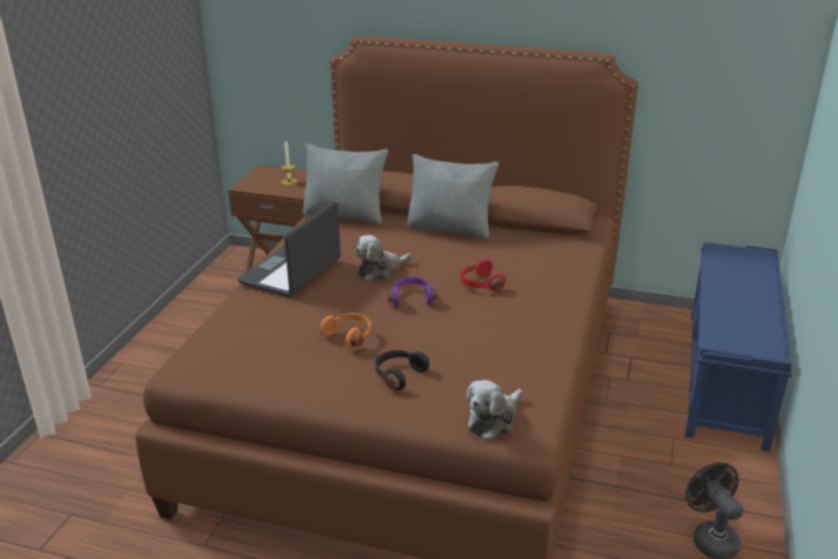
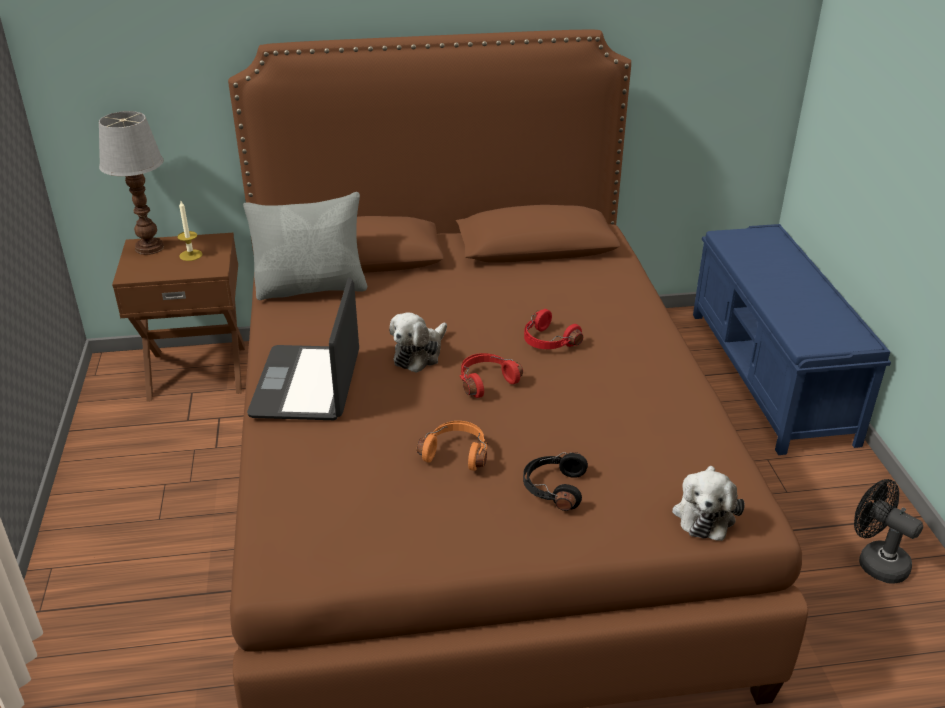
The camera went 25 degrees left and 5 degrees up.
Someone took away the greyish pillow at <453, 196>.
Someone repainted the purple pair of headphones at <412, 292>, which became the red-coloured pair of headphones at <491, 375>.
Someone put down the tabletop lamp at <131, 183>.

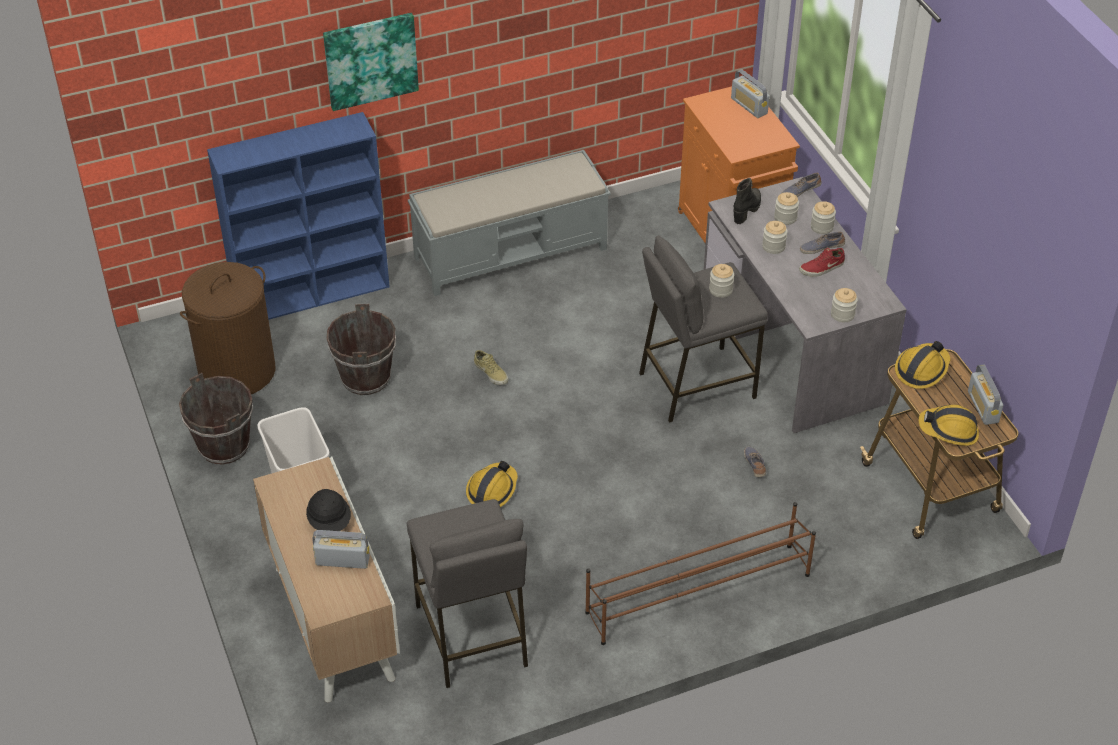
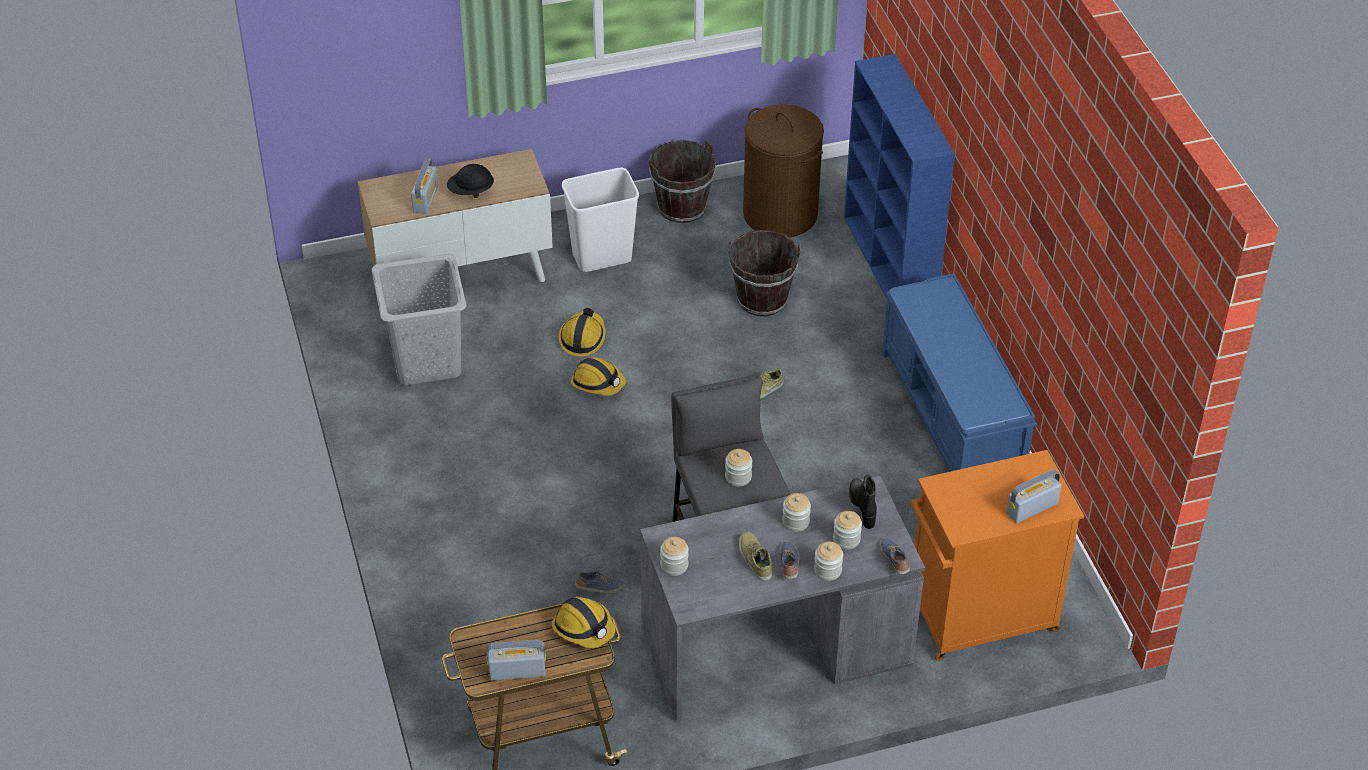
The camera went 95 degrees right and 0 degrees up.
Someone took away the wall art at <371, 62>.
Someone repainted the greyish bench at <509, 223>, which became the blue-coloured bench at <959, 372>.
Someone rotated the black-coloured high-top boot at <747, 201> by 135 degrees counterclockwise.
Someone repainted the red-coloured item of footwear at <822, 262>, which became the sand-coloured item of footwear at <755, 556>.
Someone carried the hard hat from <949, 425> to <582, 332>.
Someone swapped the greyish stool at <467, 593> for the greyish washing basket at <418, 319>.
Someone took away the brown-coloured shoe shelf at <700, 573>.

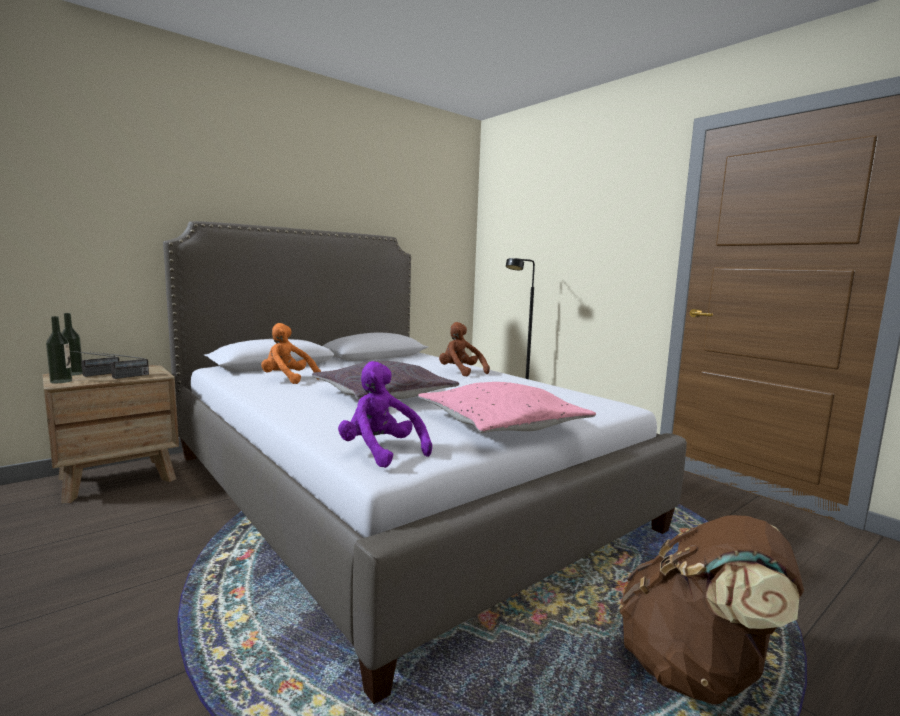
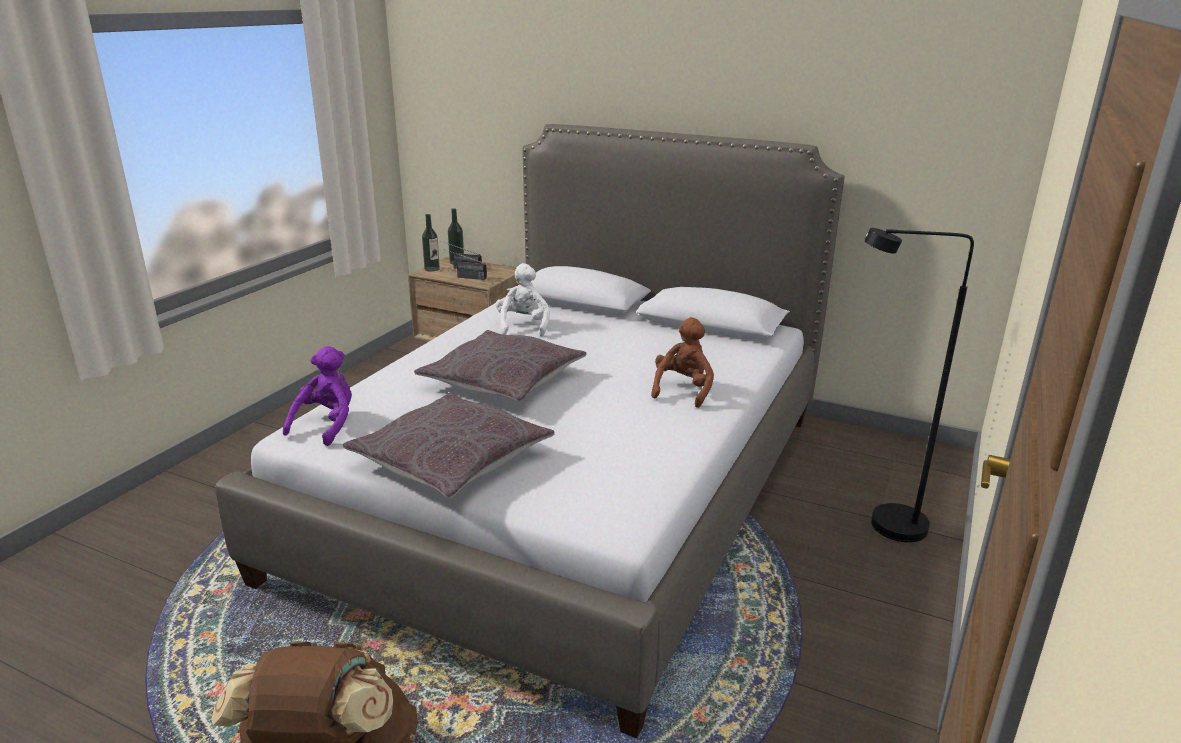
The camera went 65 degrees right and 15 degrees up.
Someone repainted the orange plush toy at <291, 353>, which became the white plush toy at <523, 299>.
Someone repainted the pink-coloured pillow at <507, 407>, which became the greyish pillow at <449, 445>.

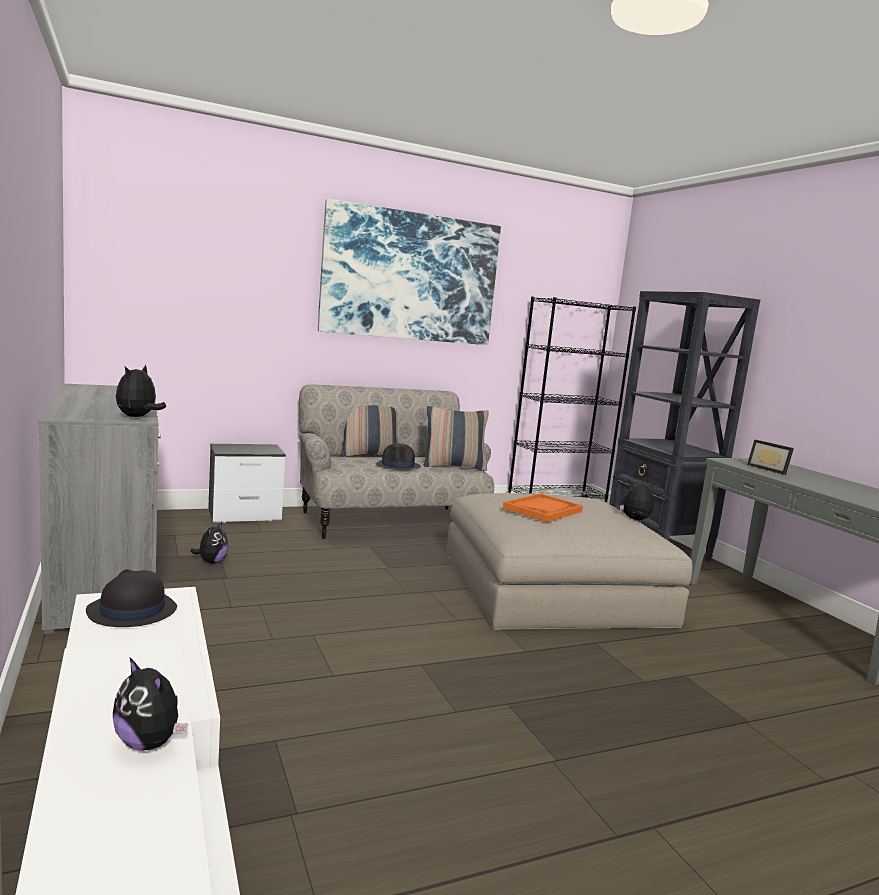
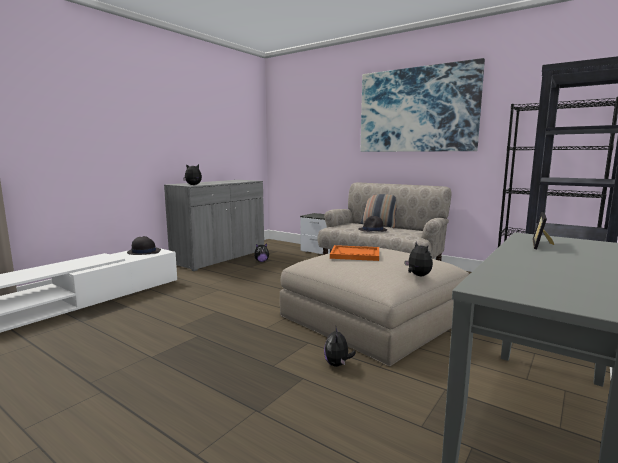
The camera went 60 degrees right and 0 degrees up.
Someone took away the pillow at <456, 438>.
Someone carried the plush toy from <150, 704> to <340, 346>.

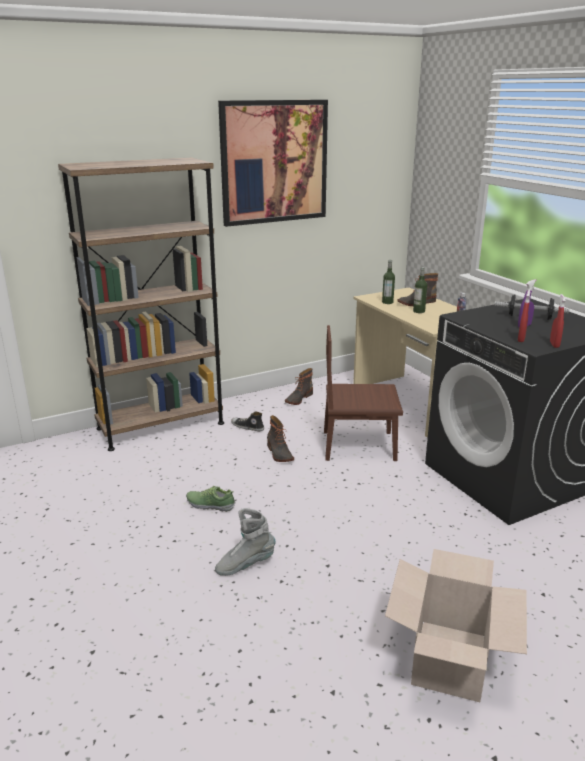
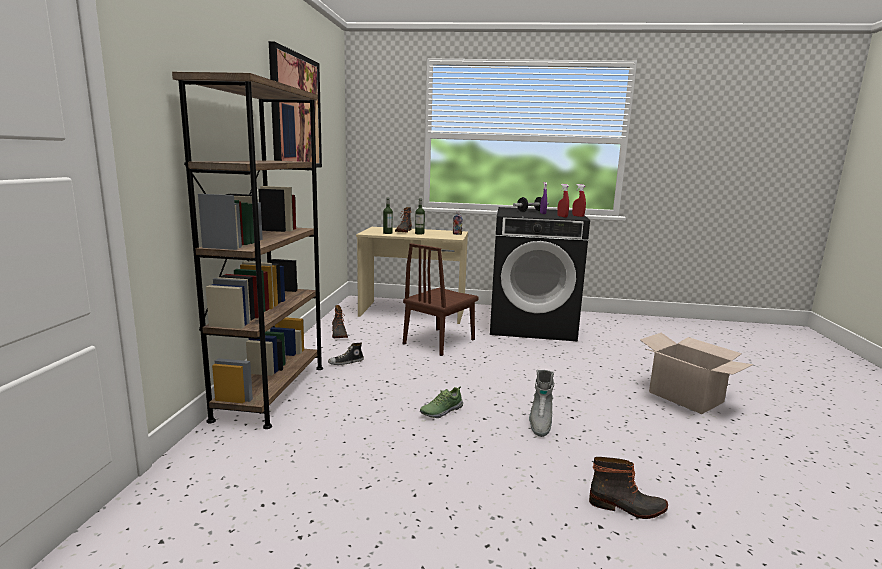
The camera went 55 degrees left and 10 degrees down.
Someone carried the high-top boot from <280, 438> to <628, 488>.

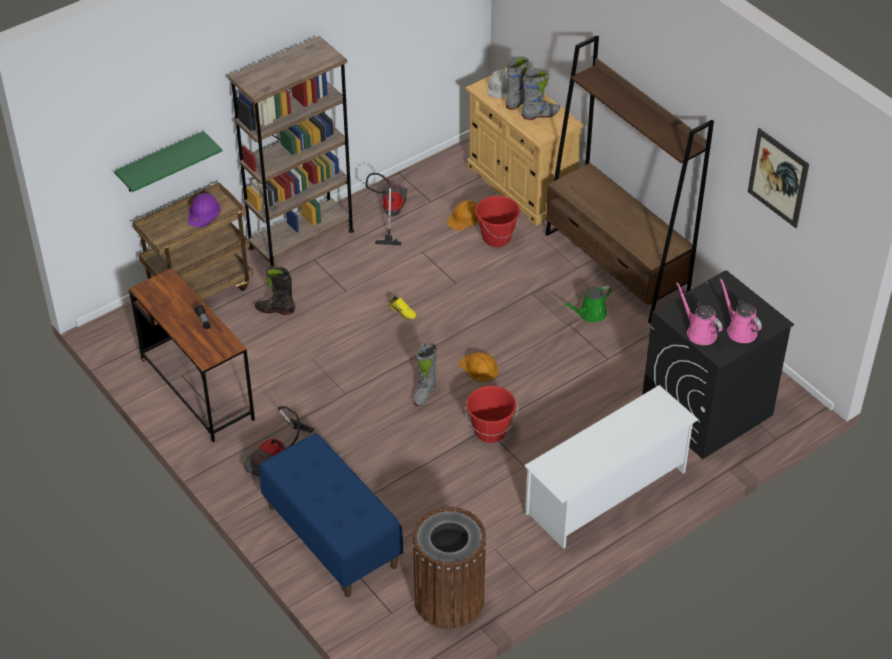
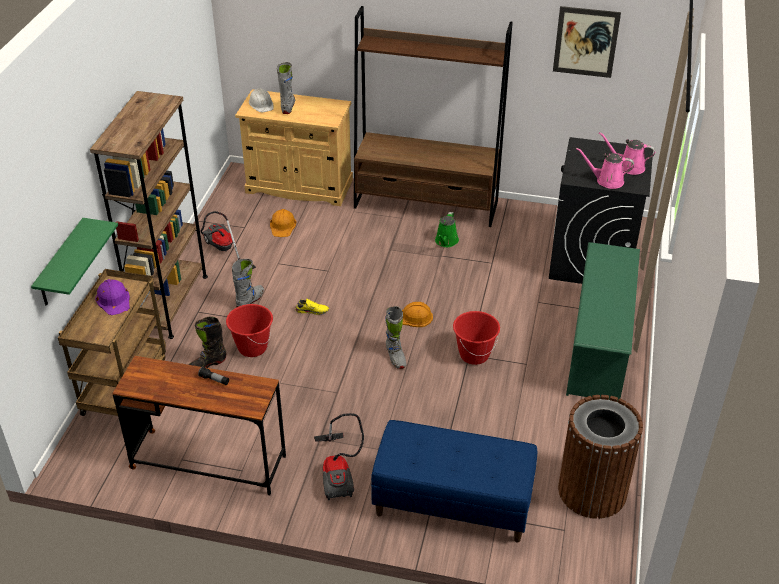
The camera went 40 degrees left and 5 degrees down.
Someone carried the greyish high-top boot from <540, 94> to <248, 283>.
Someone carried the red-coloured bucket from <497, 221> to <249, 330>.
Someone repainted the white shoe shelf at <611, 467>, which became the green shoe shelf at <603, 322>.

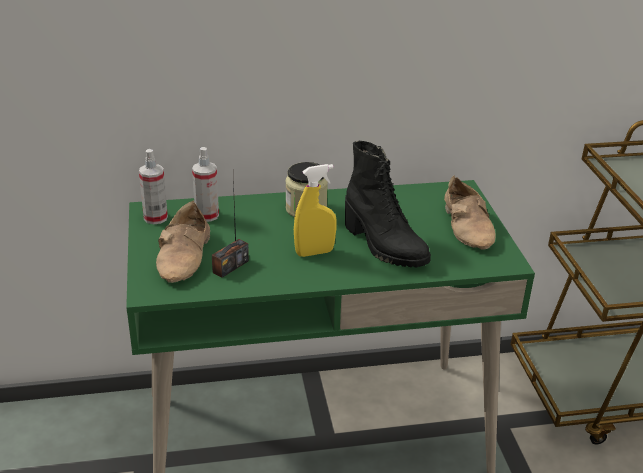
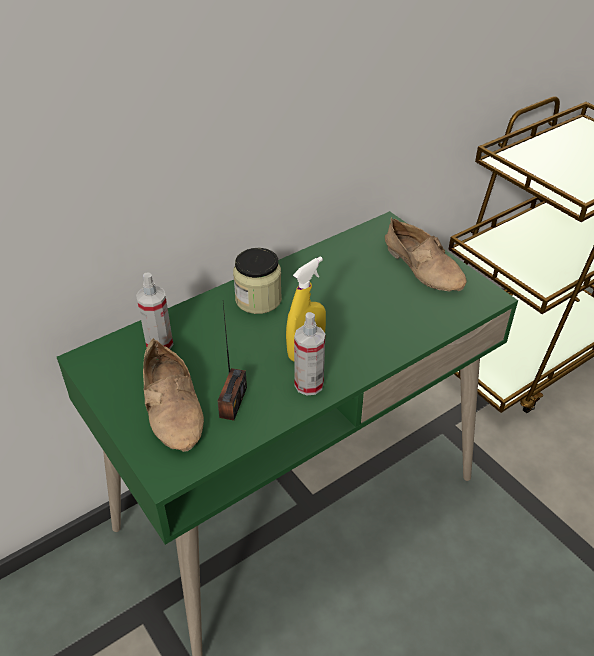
The camera went 25 degrees left and 10 degrees up.
Someone took away the black-coloured high-top boot at <388, 204>.
Someone carried the hand sprayer from <153, 186> to <309, 354>.

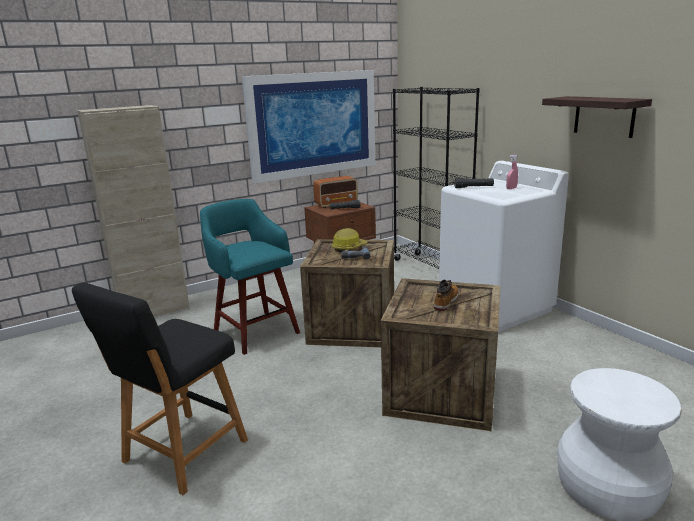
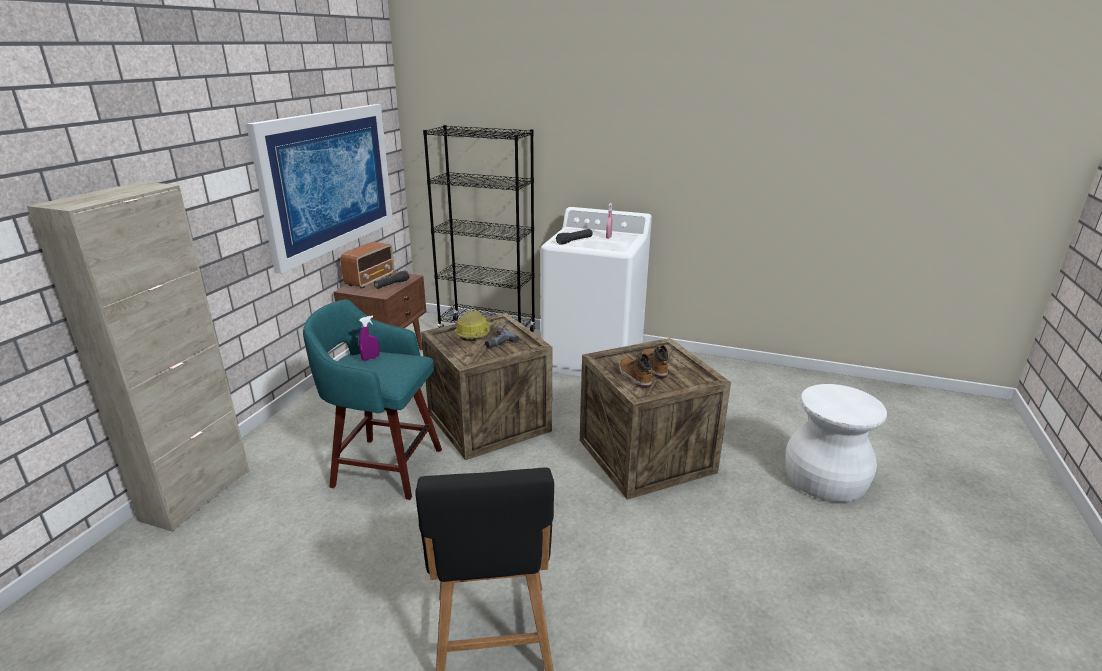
The camera went 40 degrees left and 5 degrees up.
Someone took away the wall shelf at <597, 117>.
Someone put down the purple hand sprayer at <369, 338>.
Someone put down the high-top boot at <635, 371>.

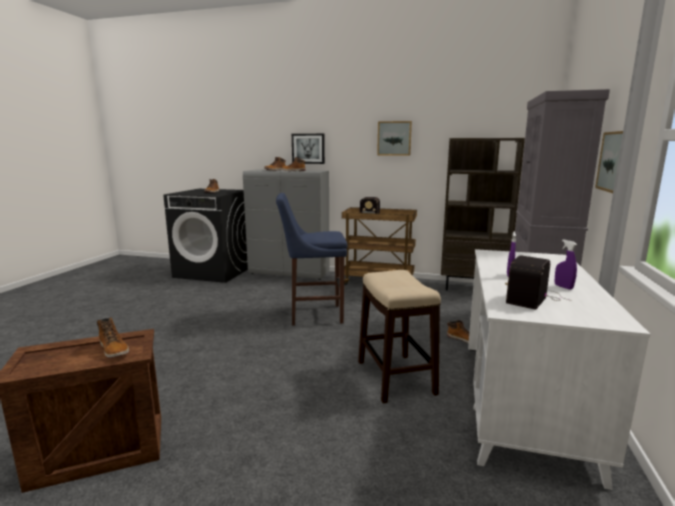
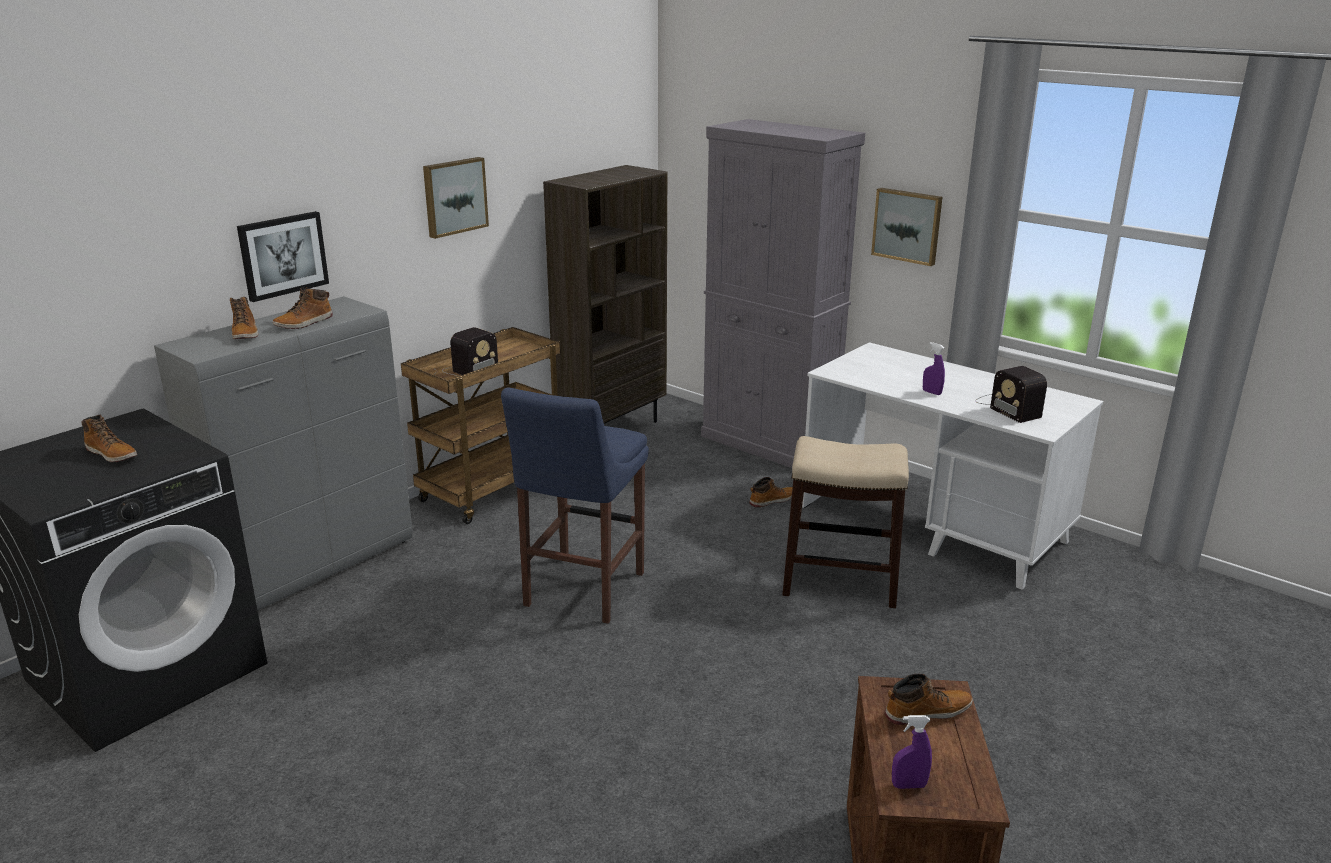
The camera went 65 degrees left and 10 degrees up.
Someone carried the purple hand sprayer from <566, 265> to <912, 752>.

